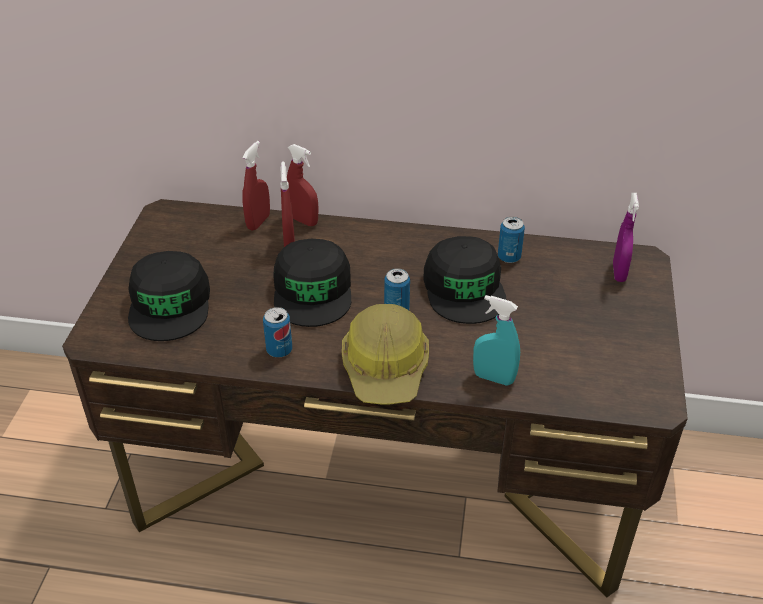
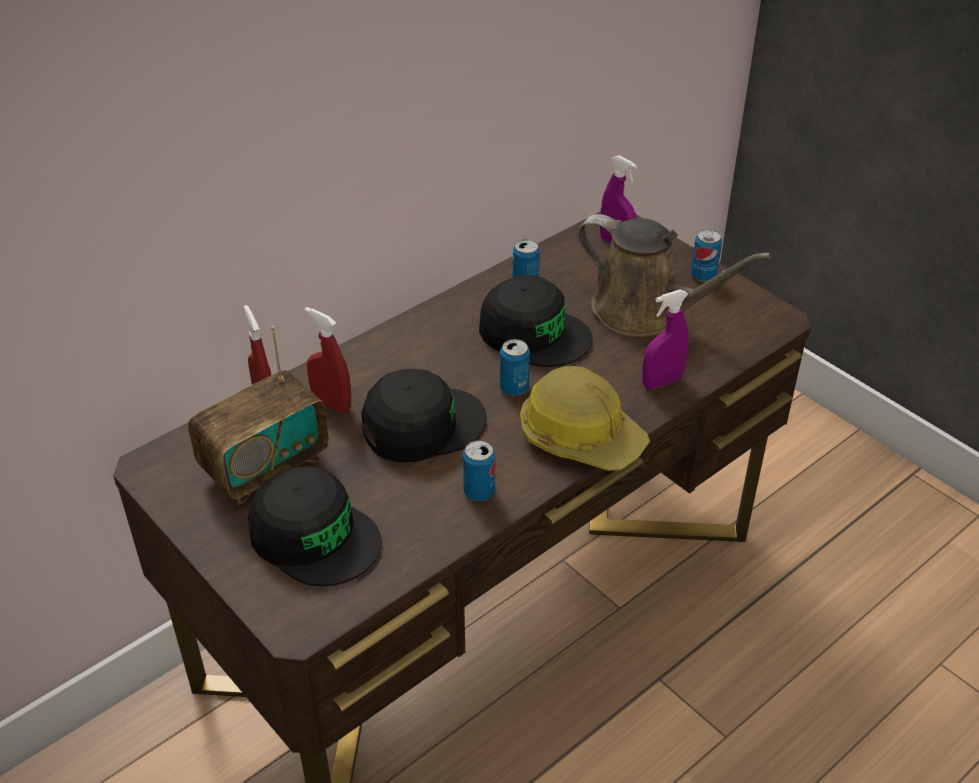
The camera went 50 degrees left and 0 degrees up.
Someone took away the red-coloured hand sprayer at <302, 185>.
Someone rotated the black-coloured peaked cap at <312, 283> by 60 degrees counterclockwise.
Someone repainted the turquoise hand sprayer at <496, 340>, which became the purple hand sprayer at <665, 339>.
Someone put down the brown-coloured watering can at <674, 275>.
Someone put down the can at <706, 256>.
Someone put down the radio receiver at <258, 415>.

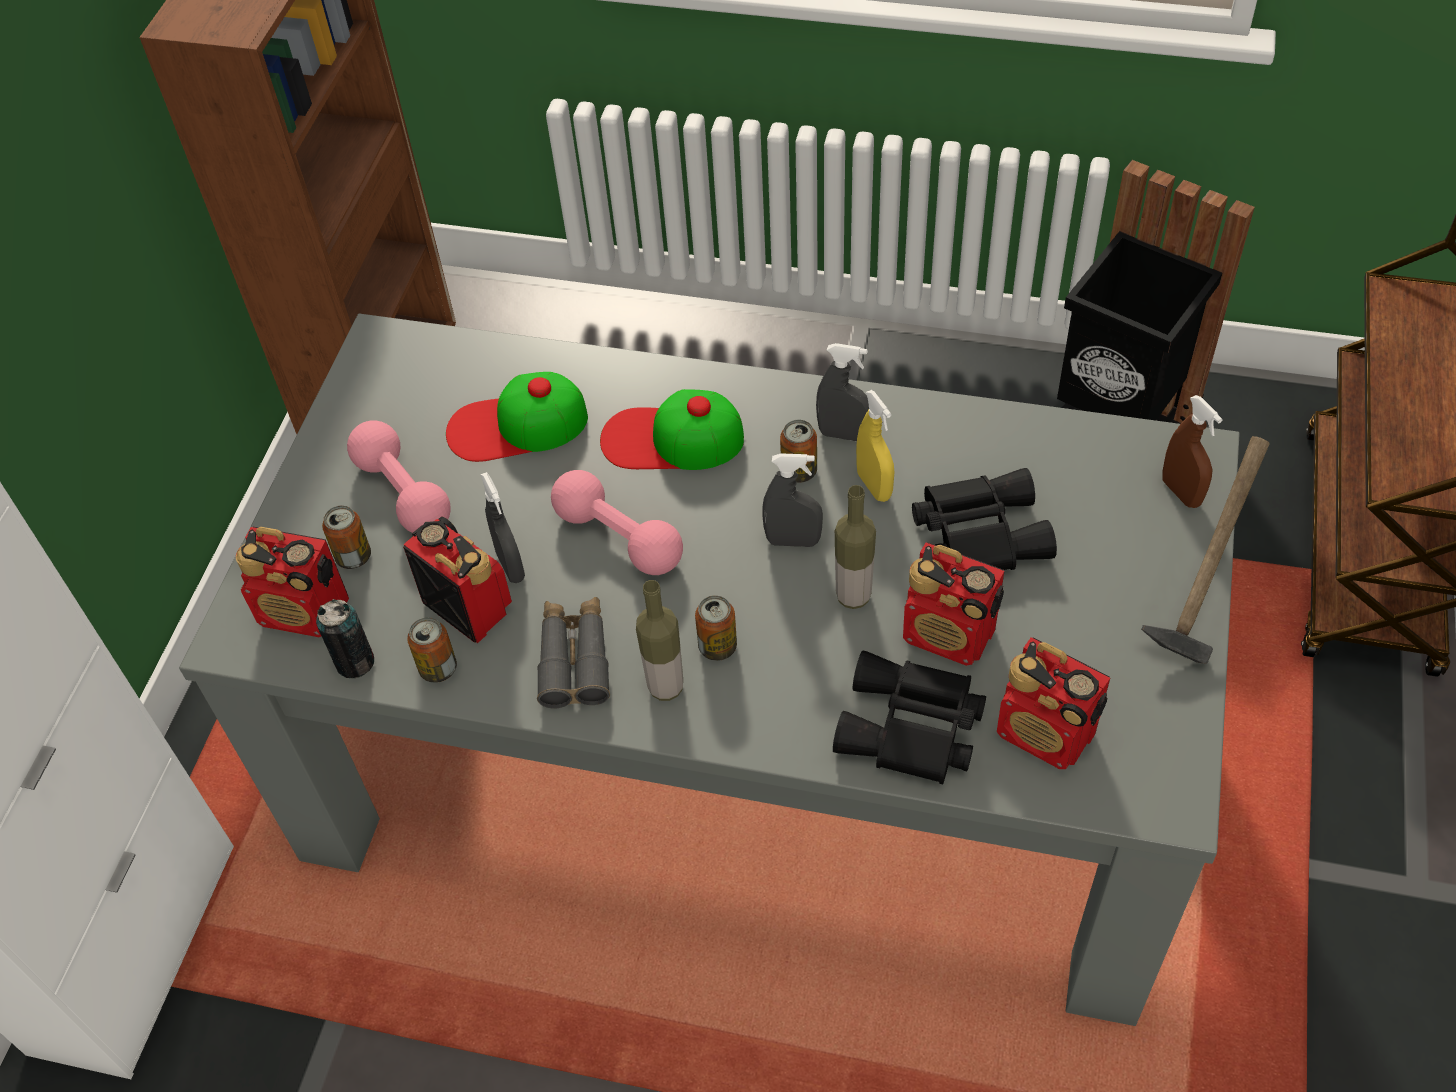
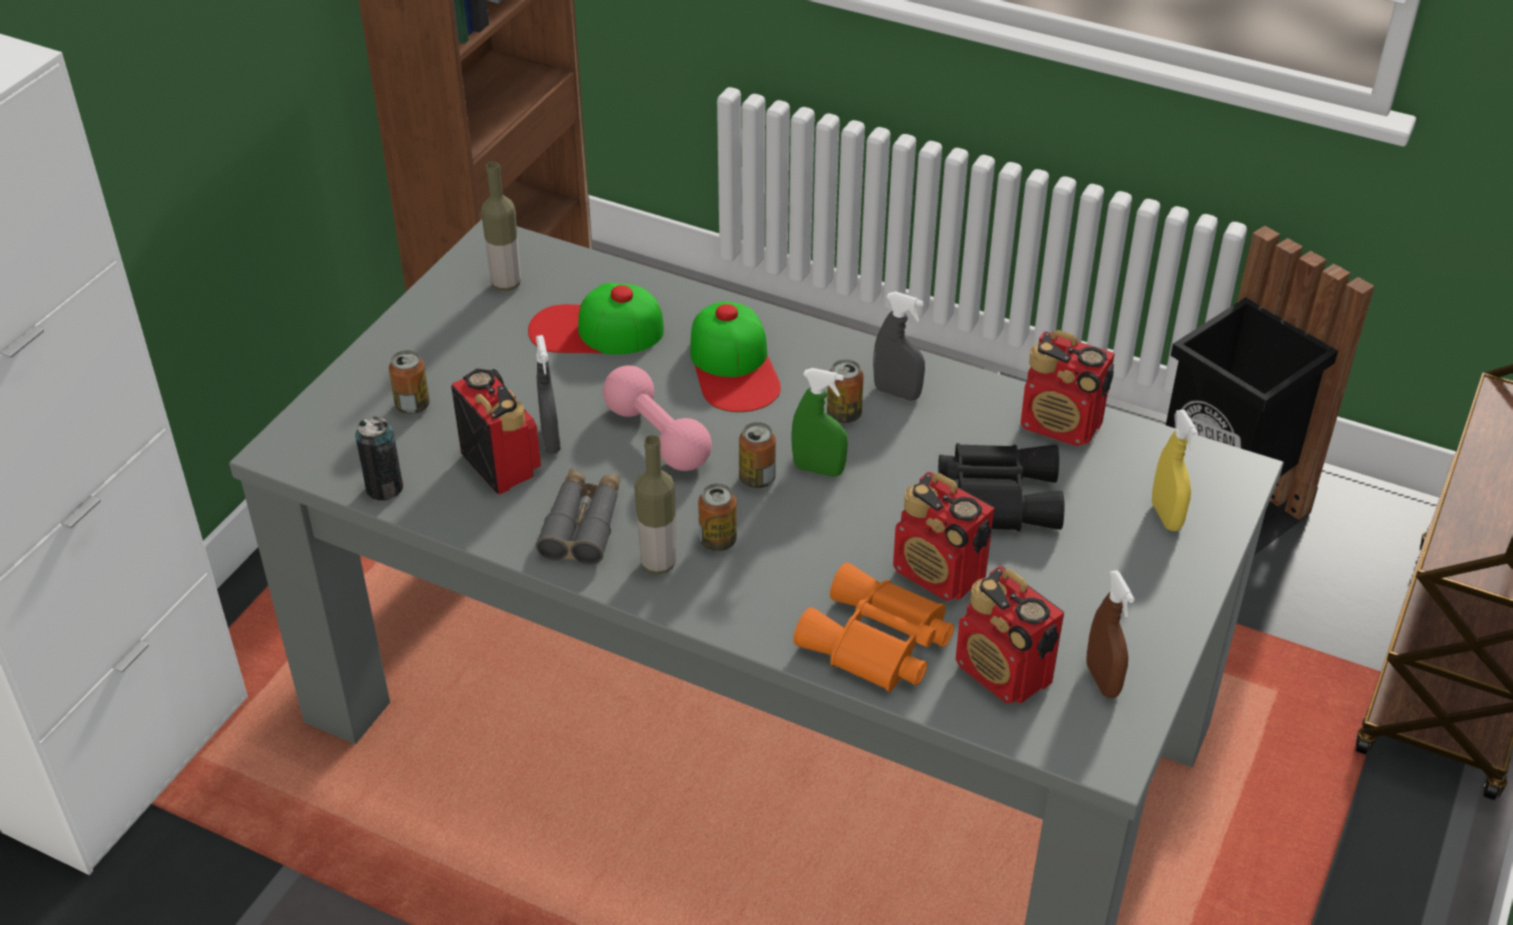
The camera went 10 degrees right and 10 degrees down.
Someone rotated the peaked cap at <672, 429> by 120 degrees counterclockwise.
Someone carried the yellowish hand sprayer from <875, 446> to <1175, 470>.
Someone carried the brown-coloured hand sprayer from <1192, 451> to <1110, 634>.
Someone took away the pink-coloured hand weight at <399, 476>.
Someone took away the hammer at <1205, 550>.
Someone repainted the greyish hand sprayer at <792, 500>, which became the green hand sprayer at <819, 422>.
Someone carried the beverage bottle from <855, 547> to <501, 226>.
Someone carried the radio receiver from <292, 582> to <1067, 388>.
Someone carried the can from <432, 650> to <757, 455>.
Someone repainted the black-coloured field glasses at <909, 717>, which became the orange field glasses at <873, 627>.

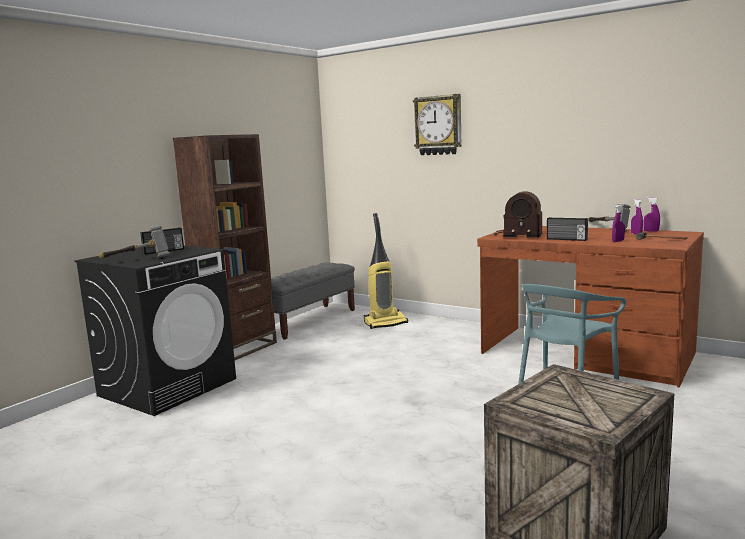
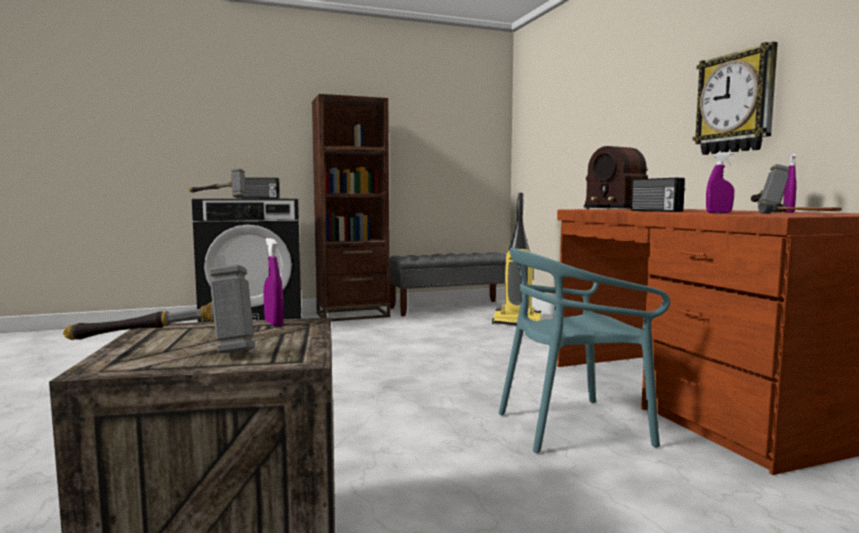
The camera went 35 degrees right and 5 degrees down.
Someone carried the hanging clock from <437, 124> to <735, 98>.
Someone carried the purple hand sprayer from <652, 214> to <274, 282>.
Someone put down the hammer at <159, 308>.

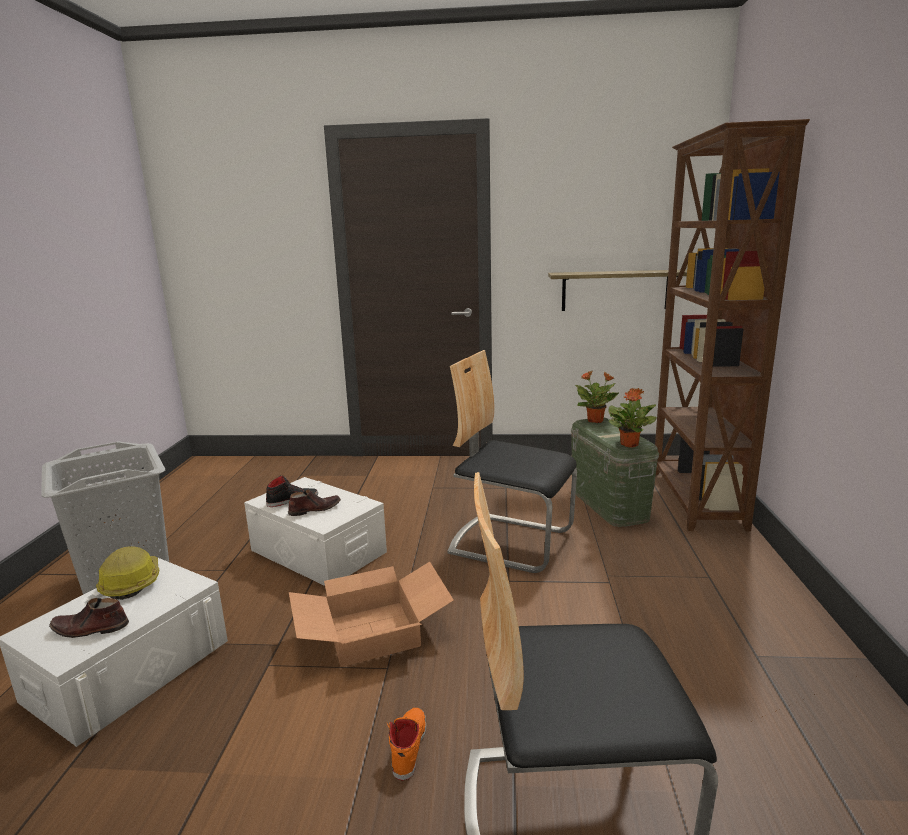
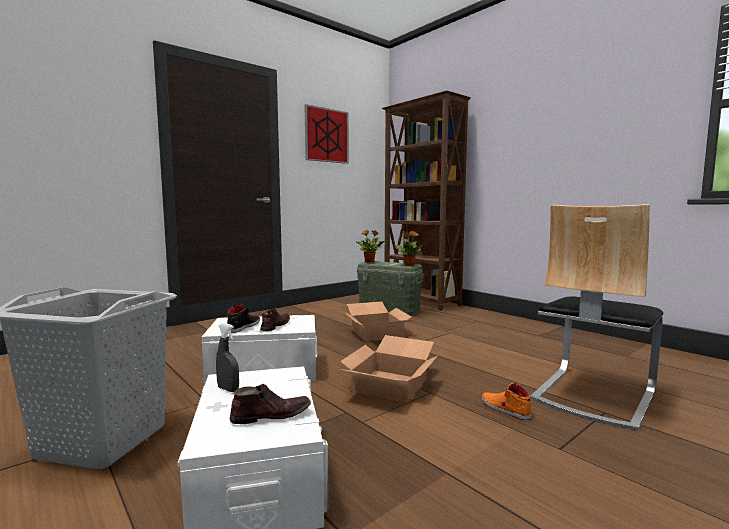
The camera went 45 degrees left and 10 degrees down.
Someone took away the wall shelf at <617, 290>.
Someone swapped the chair at <512, 461> for the carton at <377, 321>.
Someone swapped the hard hat at <127, 573> for the greyish hand sprayer at <227, 357>.
Someone rotated the brown-coloured item of footwear at <89, 618> by 150 degrees counterclockwise.
Someone put up the wall art at <327, 134>.

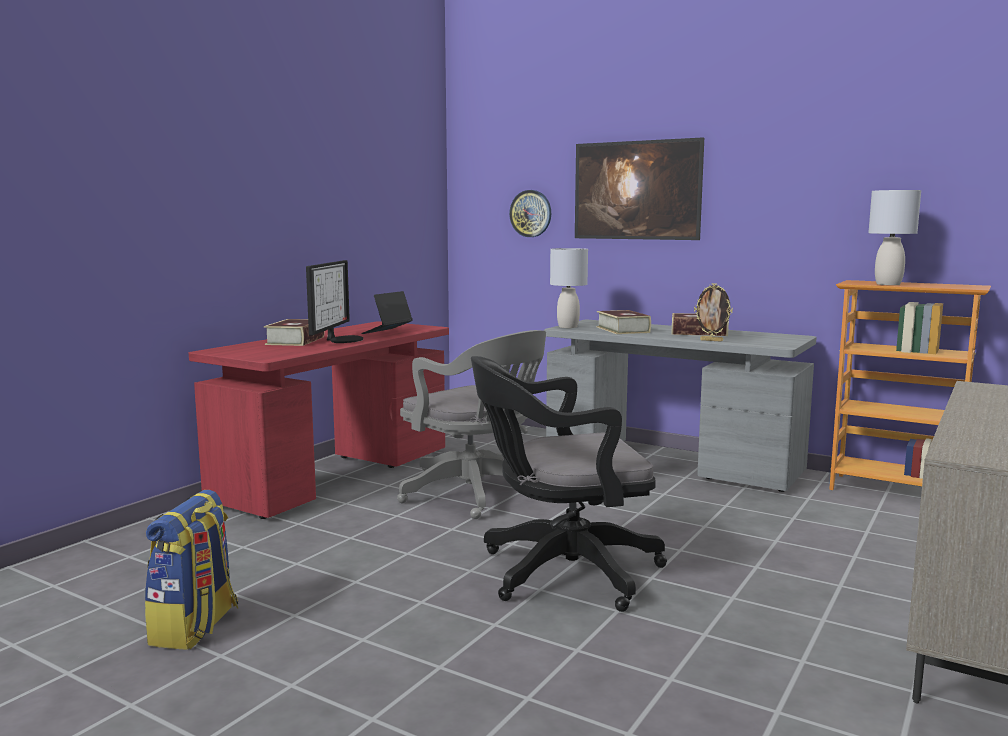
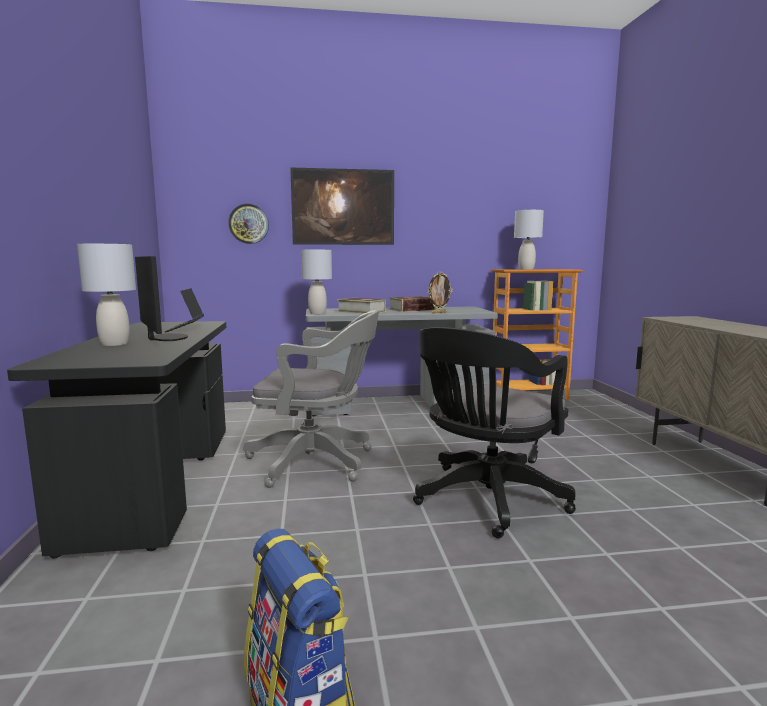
The camera went 40 degrees left and 0 degrees up.
Someone swapped the bound book at <294, 332> for the greyish tabletop lamp at <106, 295>.
Someone repainted the red-coloured desk at <319, 420>, which became the black-coloured desk at <116, 440>.

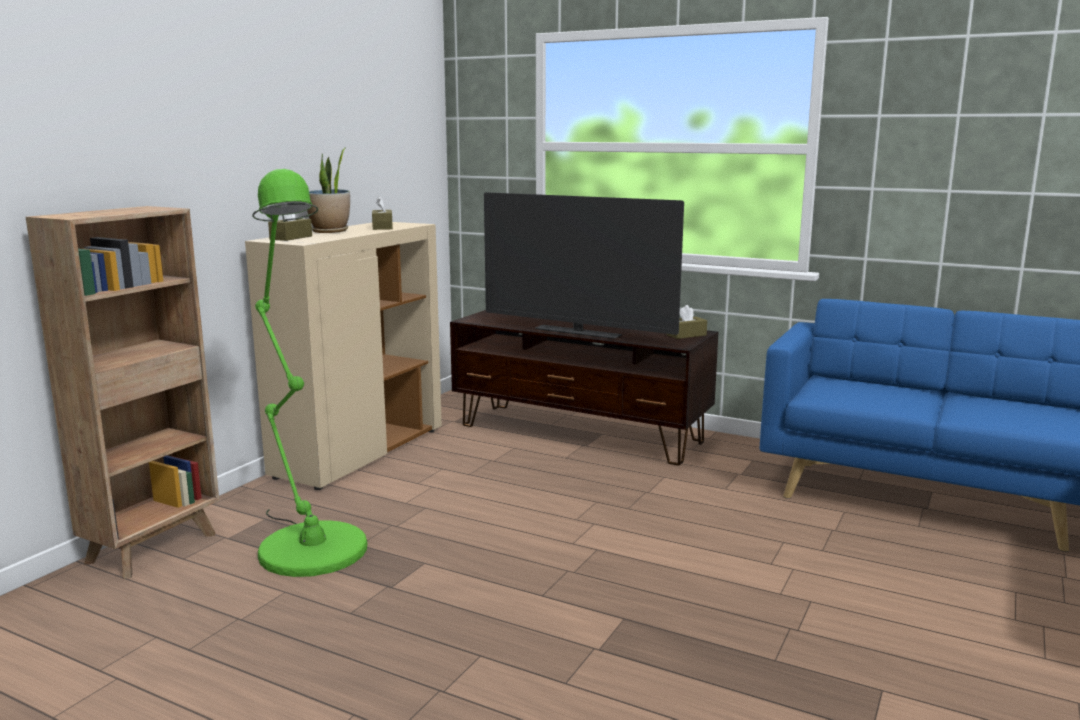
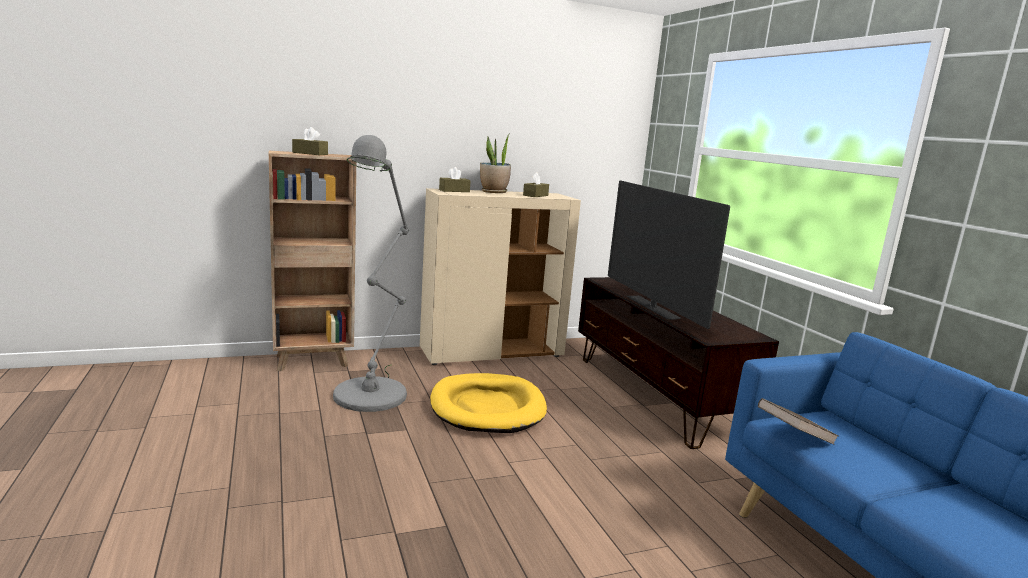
The camera went 40 degrees right and 0 degrees up.
Someone repainted the green floor lamp at <310, 373>, which became the greyish floor lamp at <371, 273>.
Someone carried the brown-coloured tissue box from <687, 322> to <310, 141>.
Someone put down the yellowish dog bed at <488, 403>.
Someone put down the brown-coloured bound book at <798, 421>.

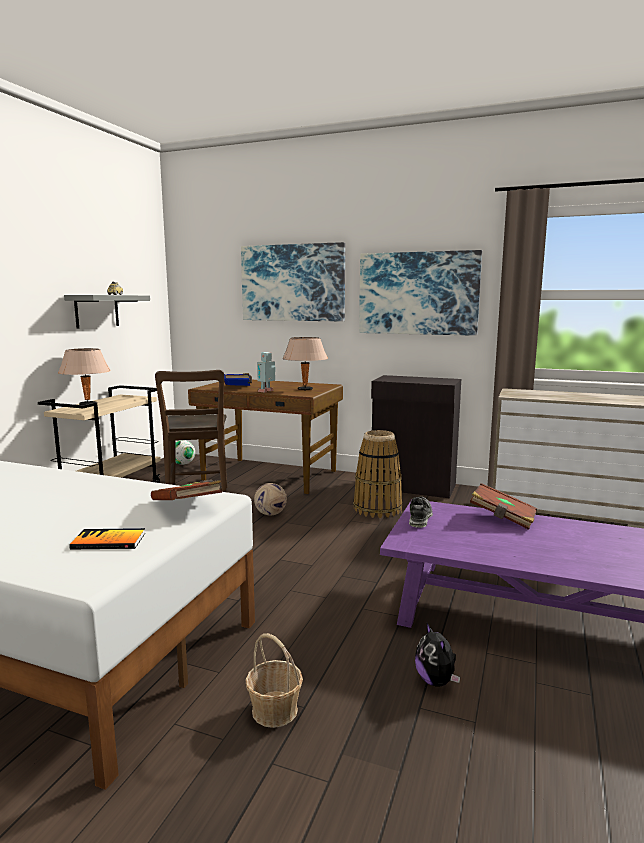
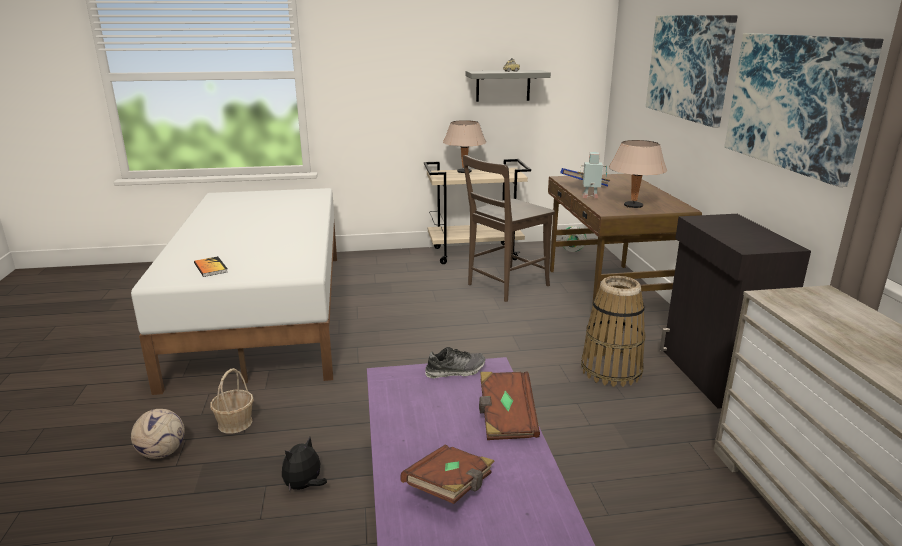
The camera went 60 degrees right and 10 degrees up.
Someone carried the brown-coloured bound book from <186, 489> to <447, 474>.
Someone carried the ball for football from <270, 499> to <157, 434>.

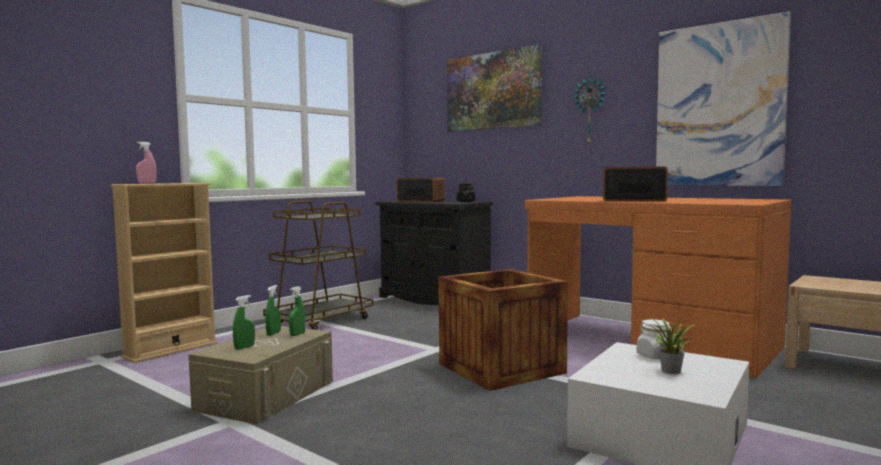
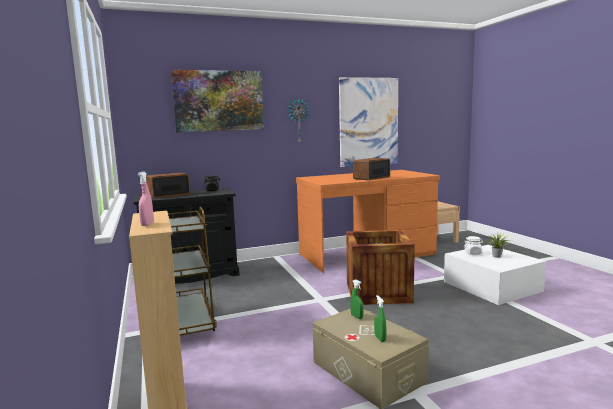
The camera went 60 degrees left and 5 degrees up.
Someone took away the green hand sprayer at <273, 310>.

